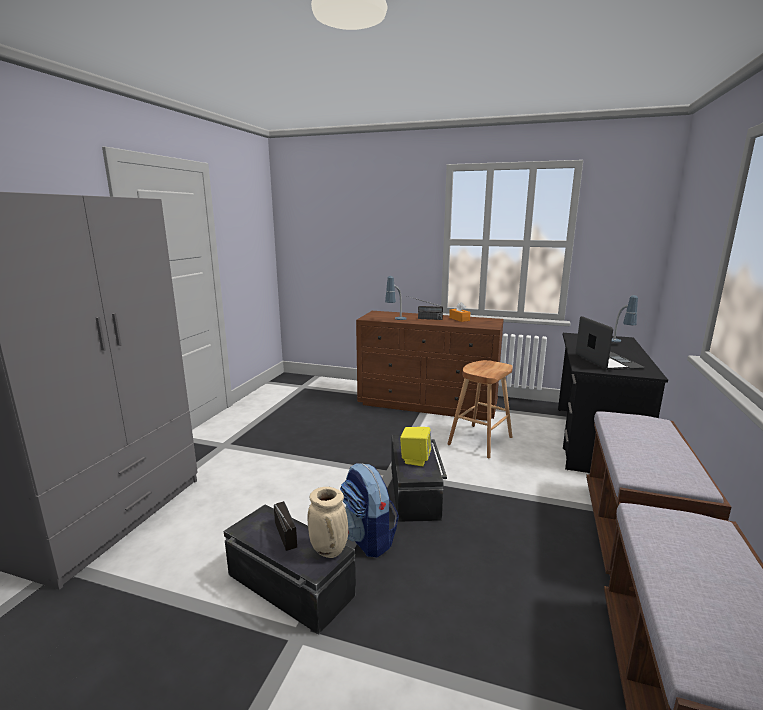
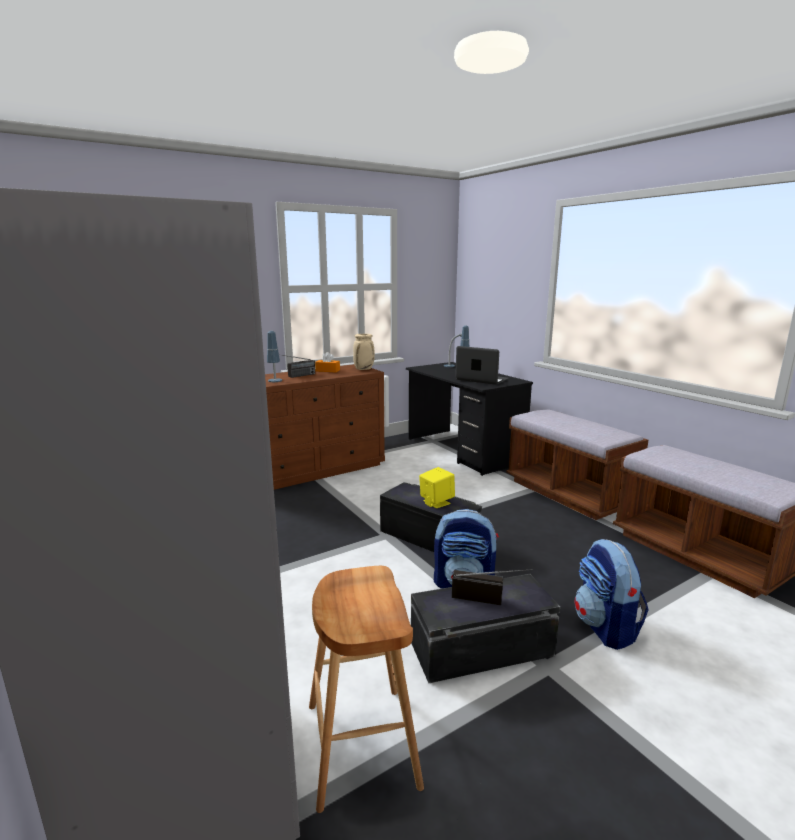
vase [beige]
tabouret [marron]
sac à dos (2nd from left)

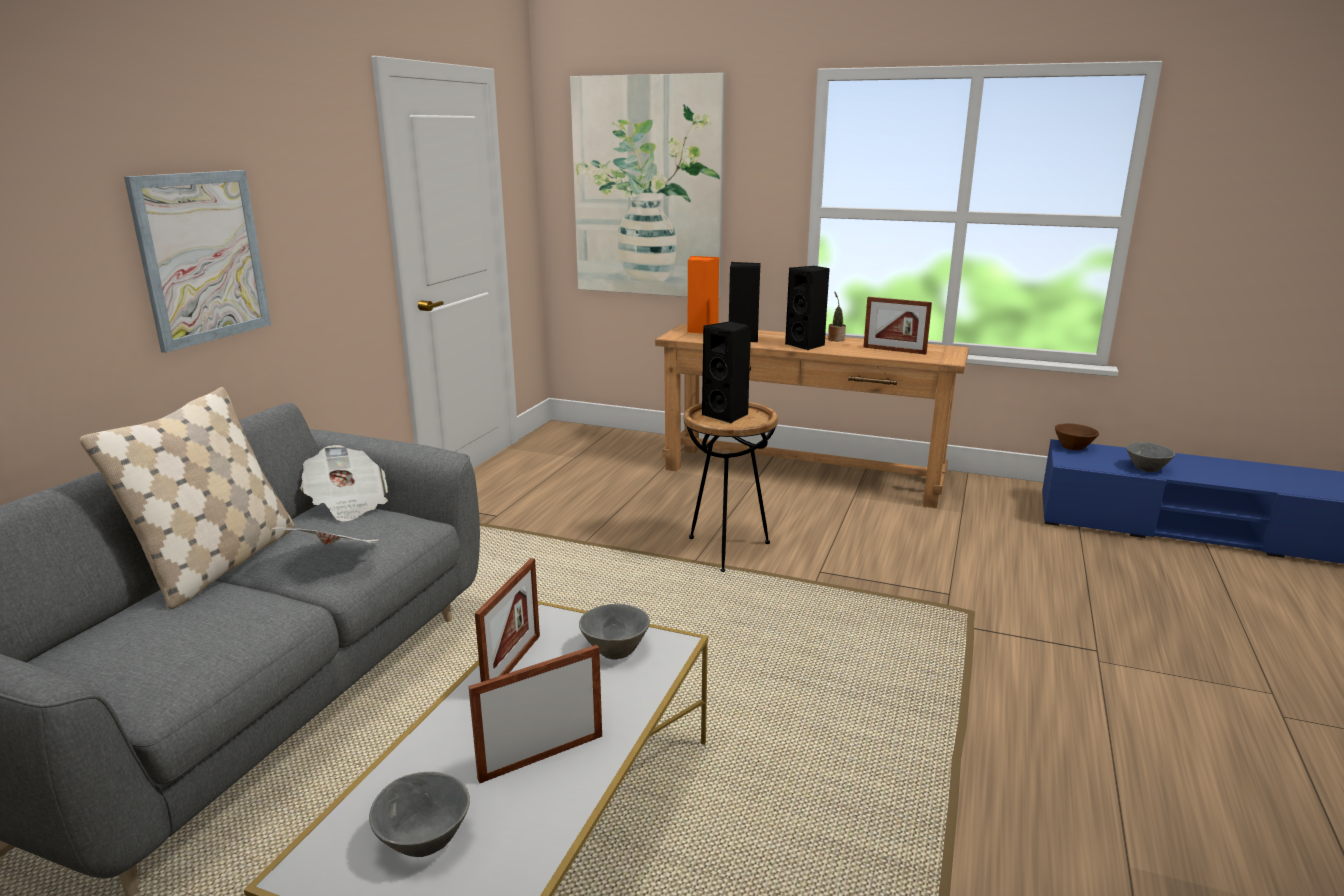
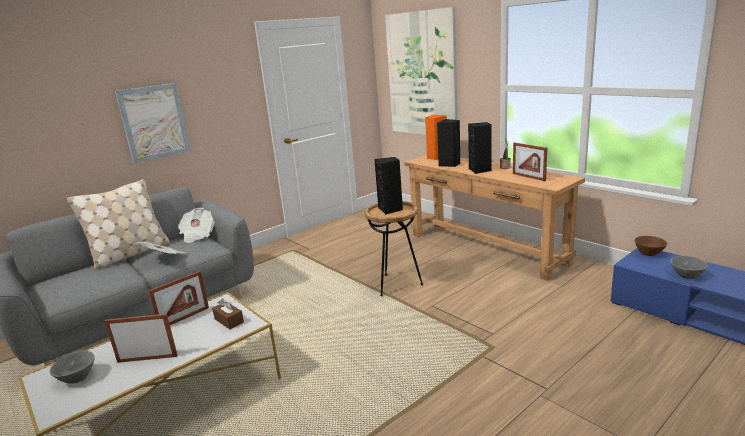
boîte à mouchoirs [marron]

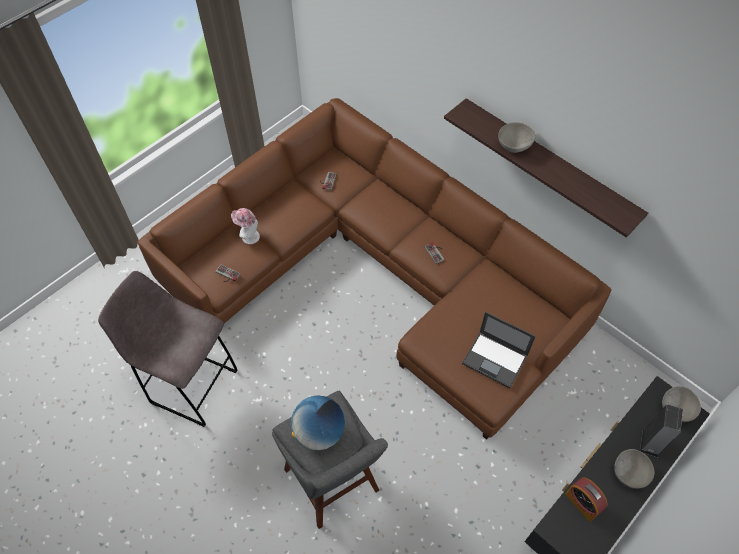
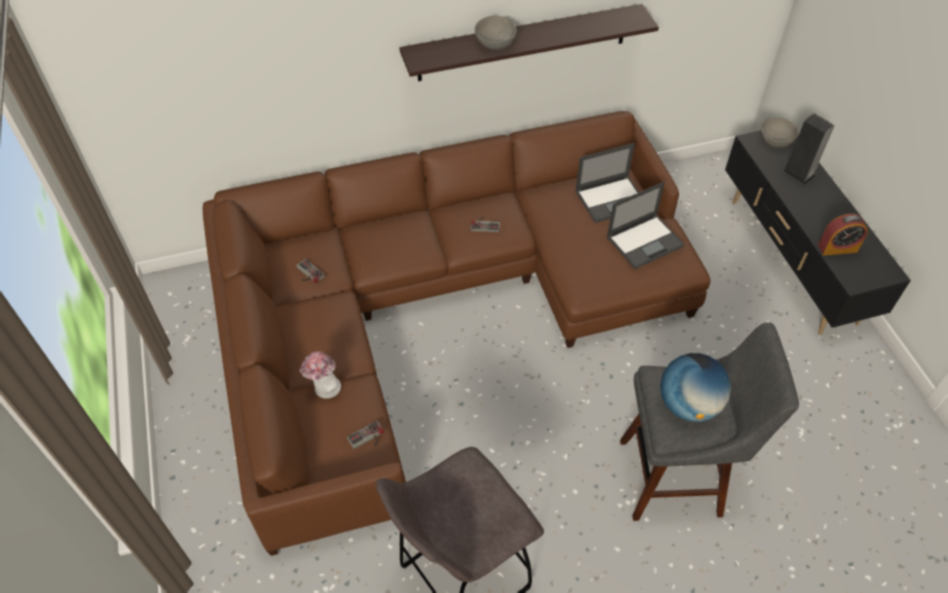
bol [gris] (2nd from left in the first image)
ordinateur portable (1st from left)

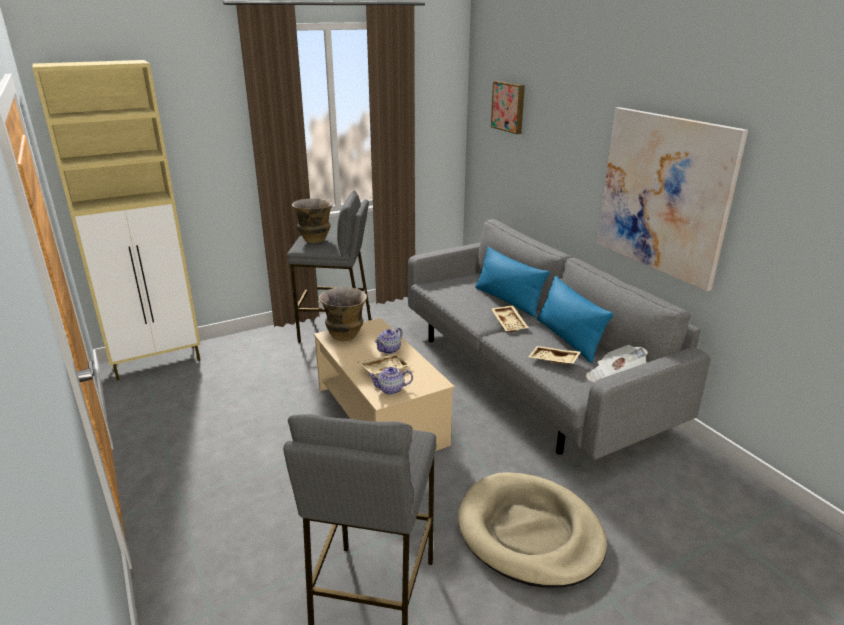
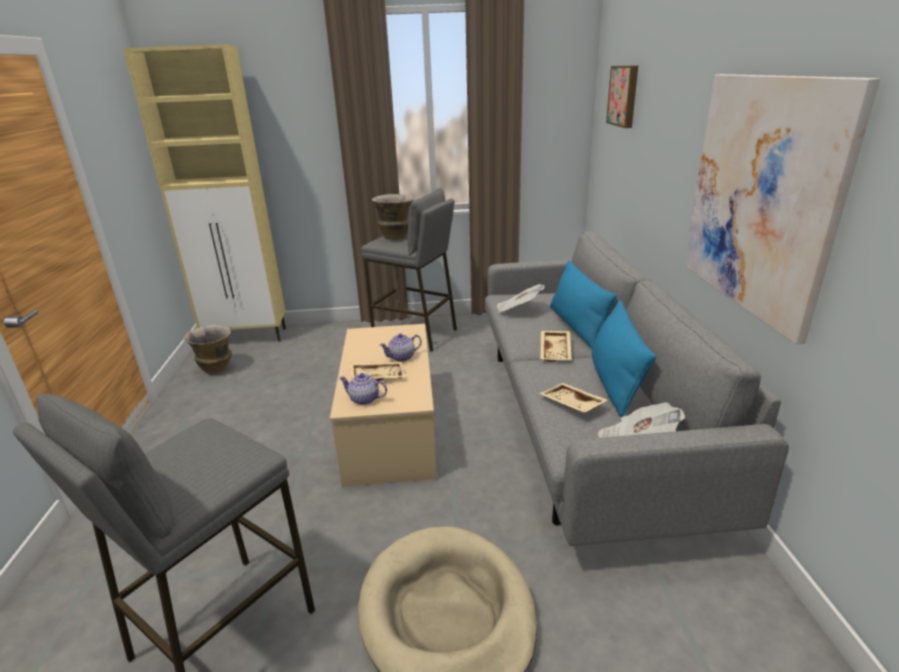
vase (1st from left)
journal (1st from left)

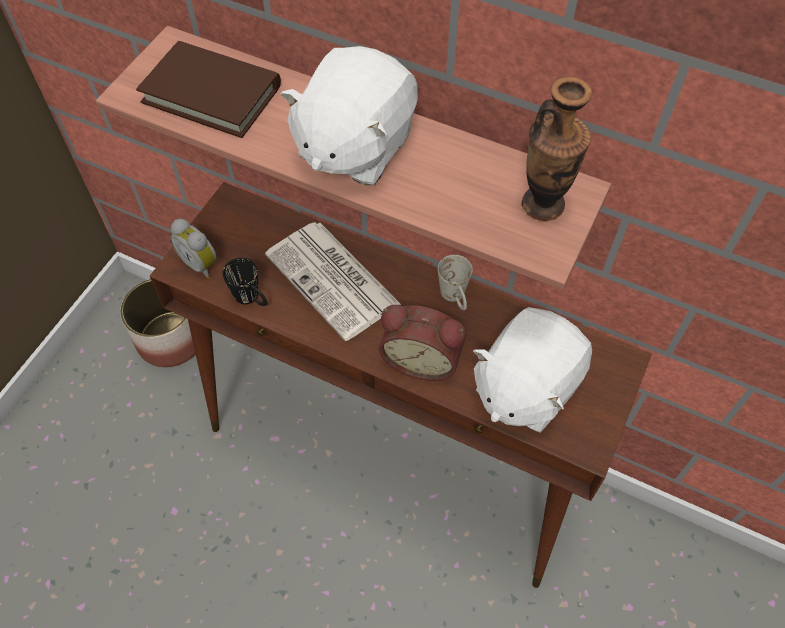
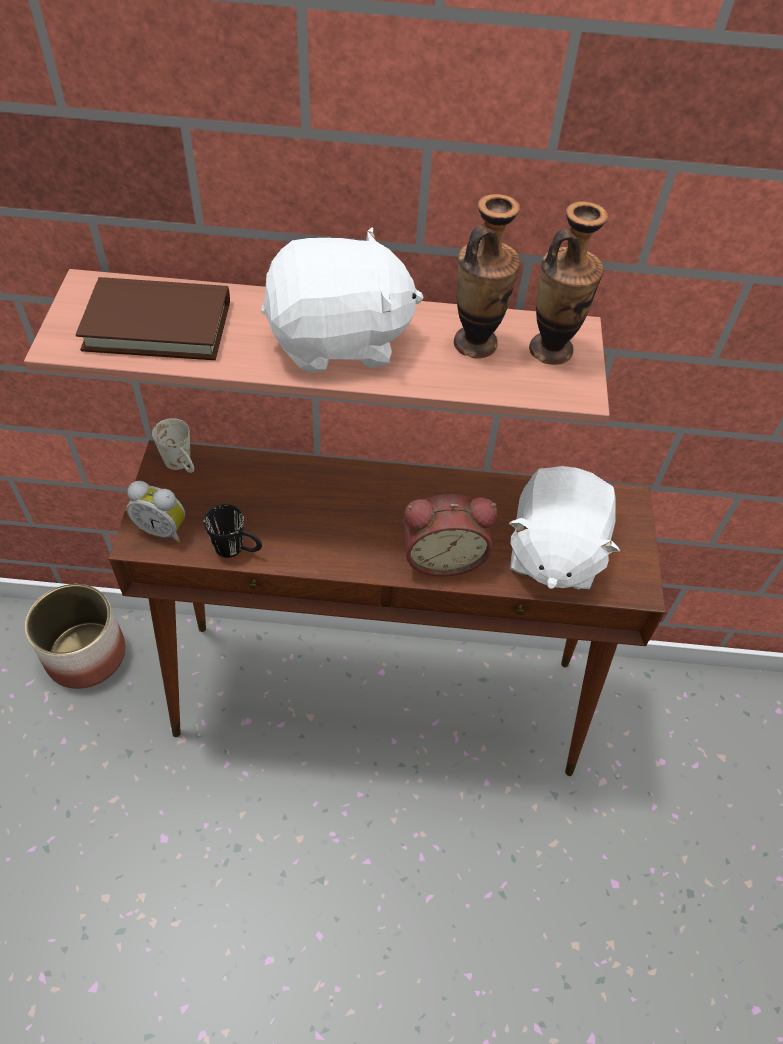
journal
peluche [blanc] (1st from left)
mug [blanc]
vase (1st from left)

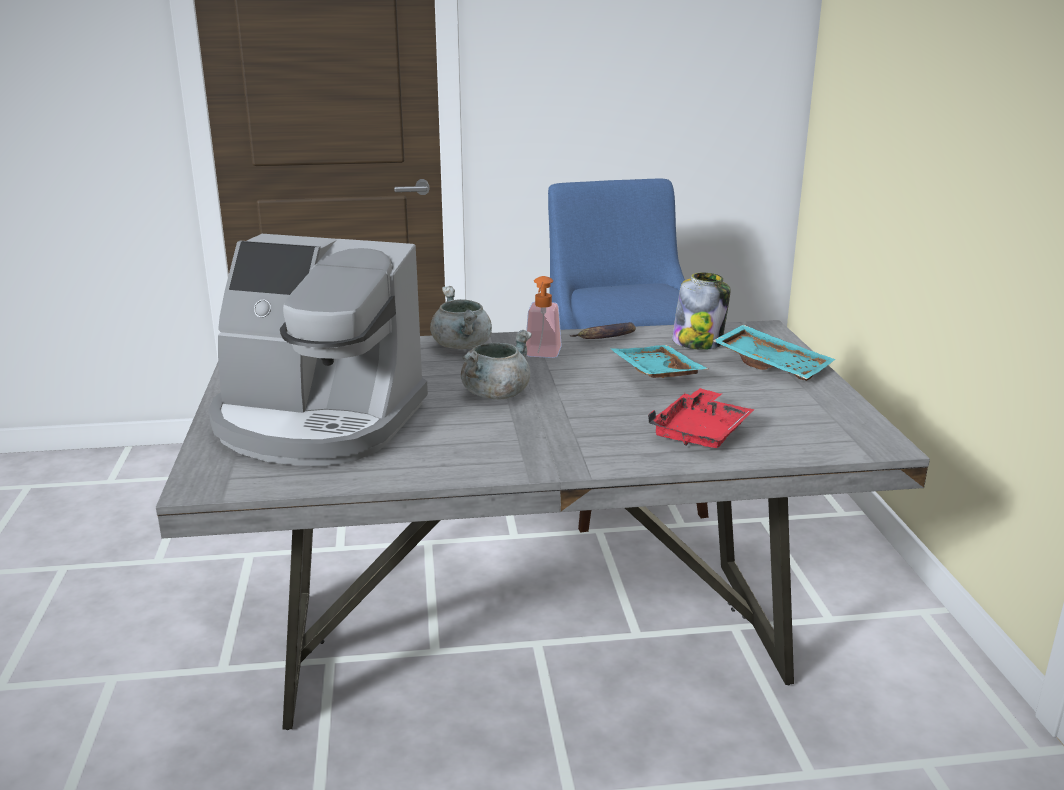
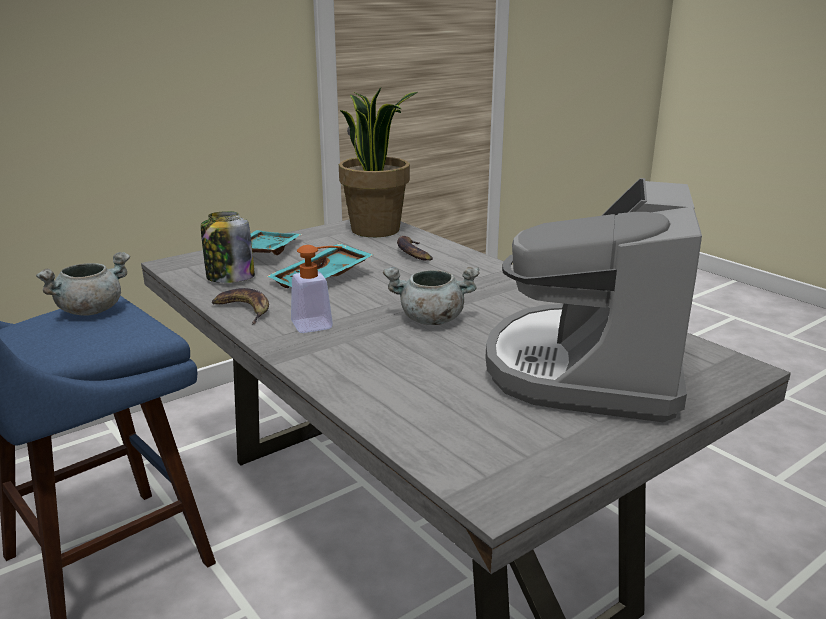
machine à café
marmite [gris] (1st from left)
banane (2nd from left)
plante en pot

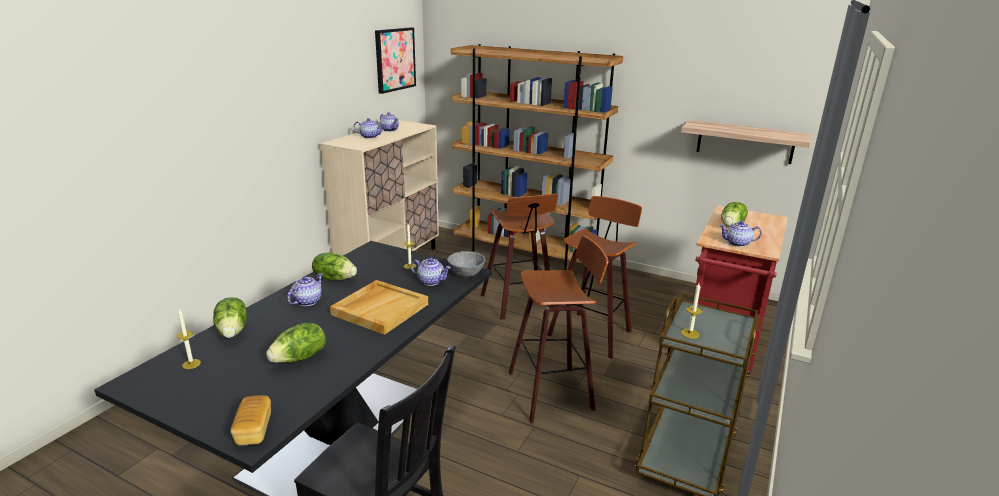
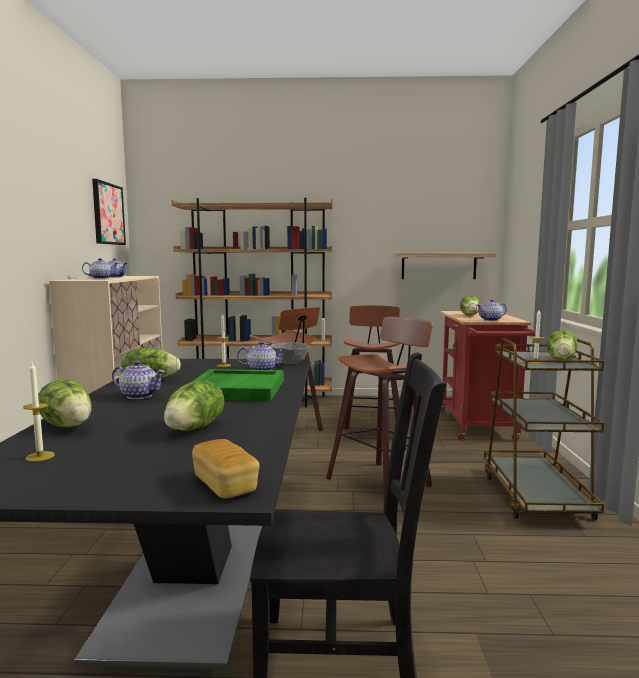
théière (3rd from left)
plateau [vert]
laitue (5th from left)

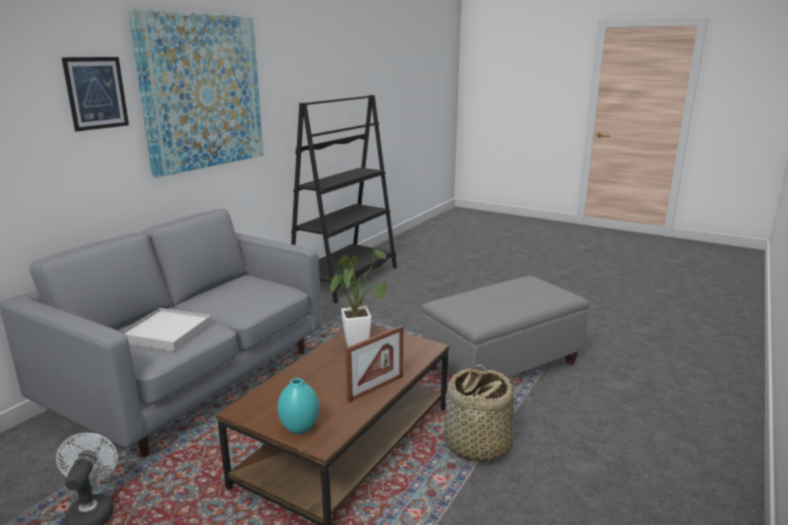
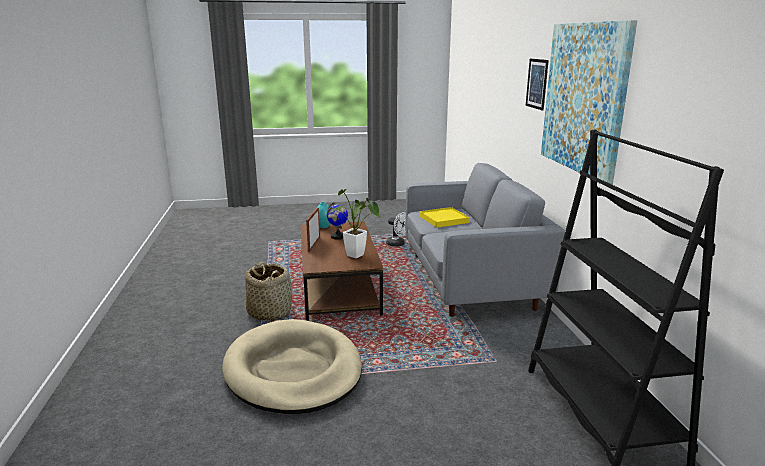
plateau [jaune]
panier pour chien [beige]
globe

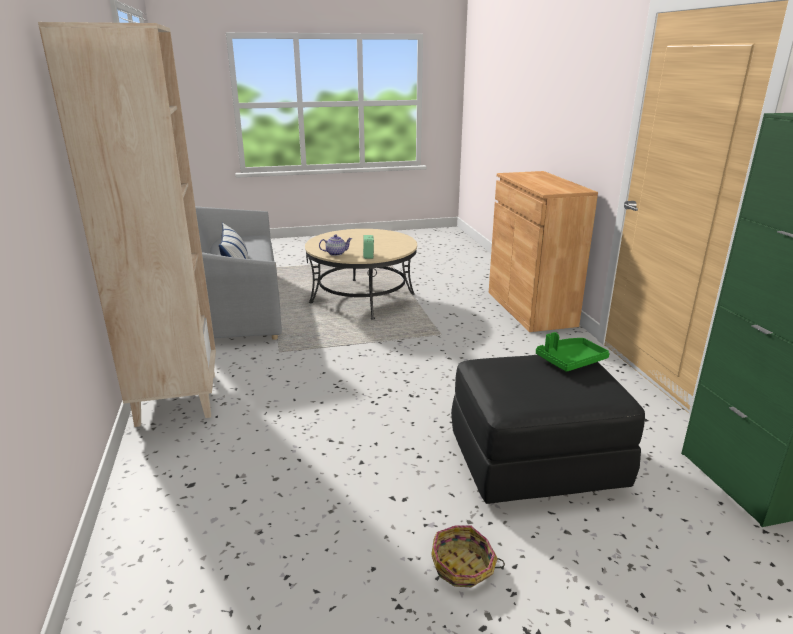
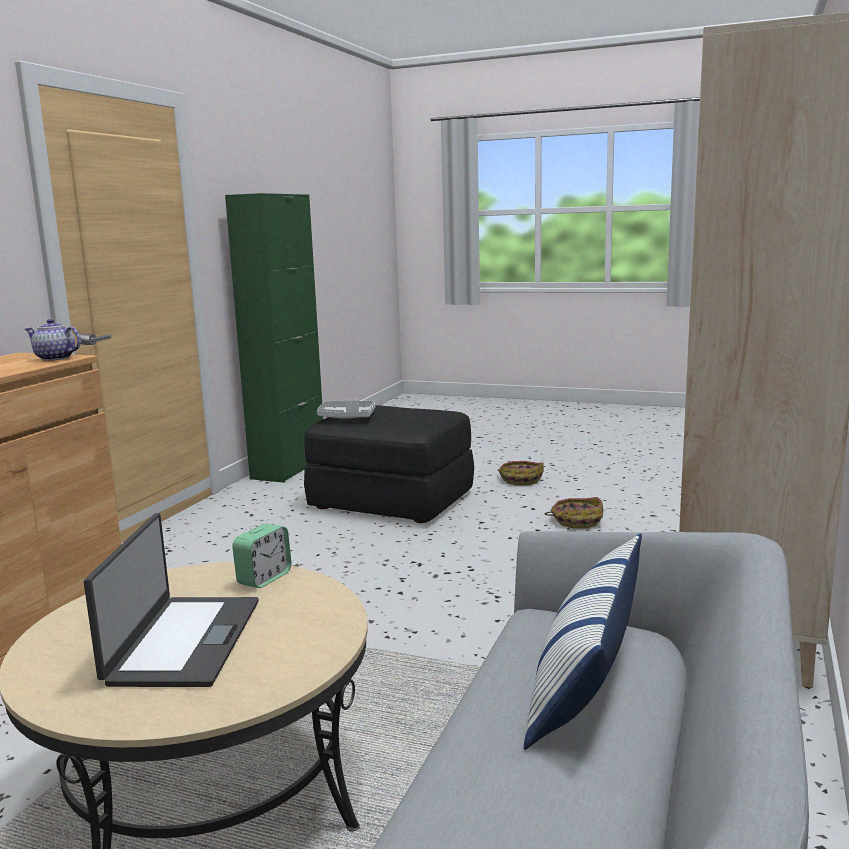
théière
plateau [gris]
ordinateur portable
panier (2nd from left)

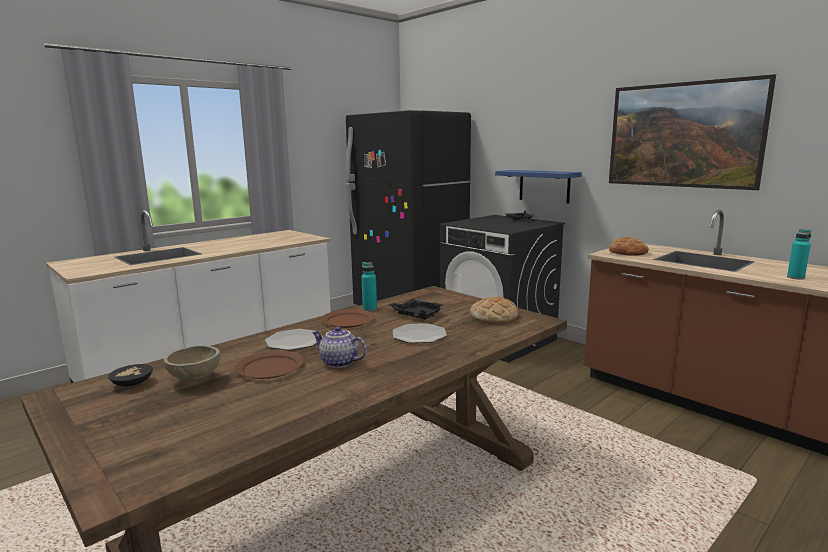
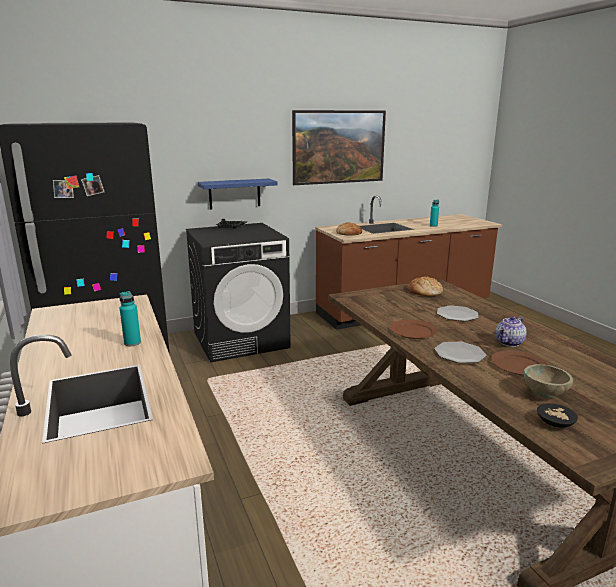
bouteille [turquoise] (1st from left)
plateau [noir] (1st from left in the first image)

